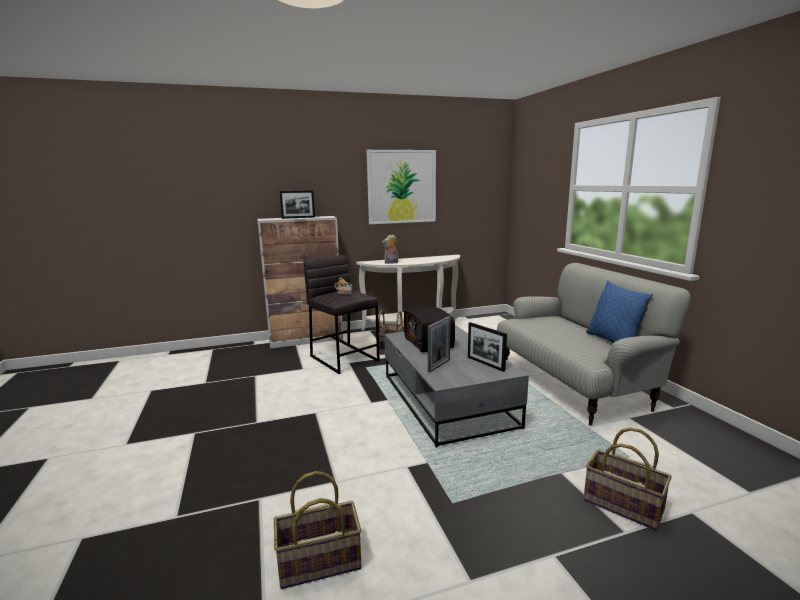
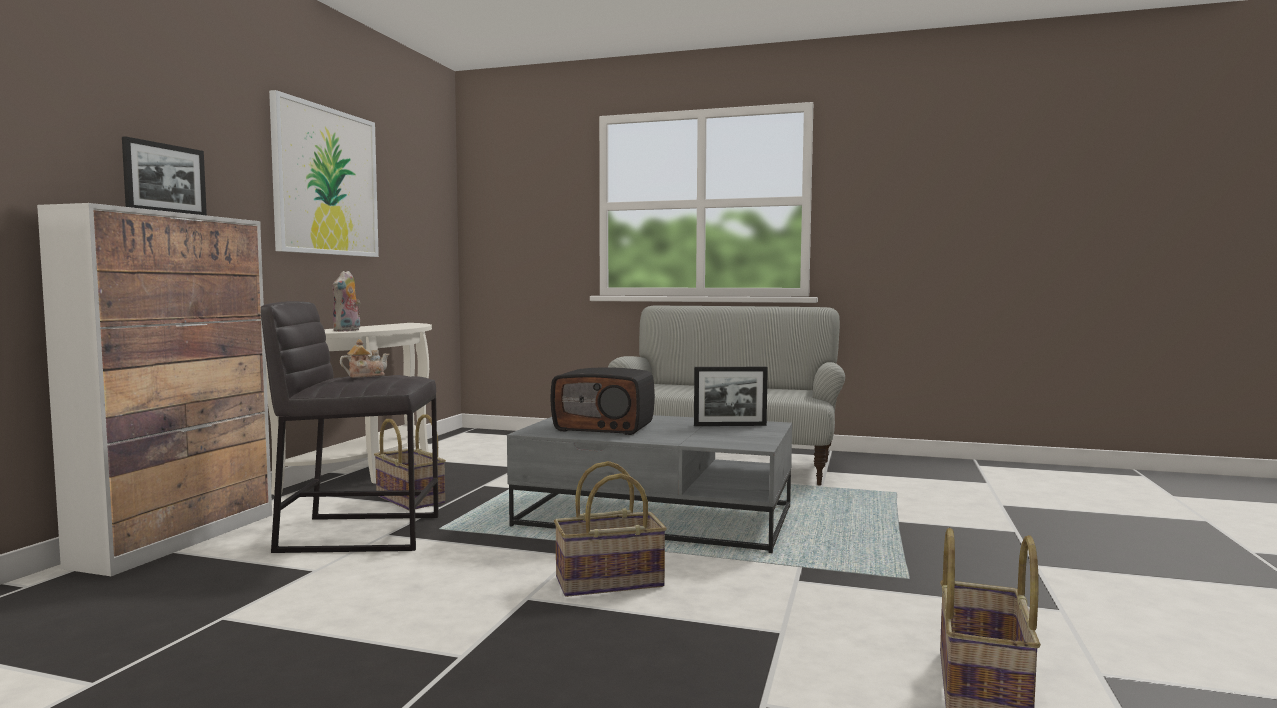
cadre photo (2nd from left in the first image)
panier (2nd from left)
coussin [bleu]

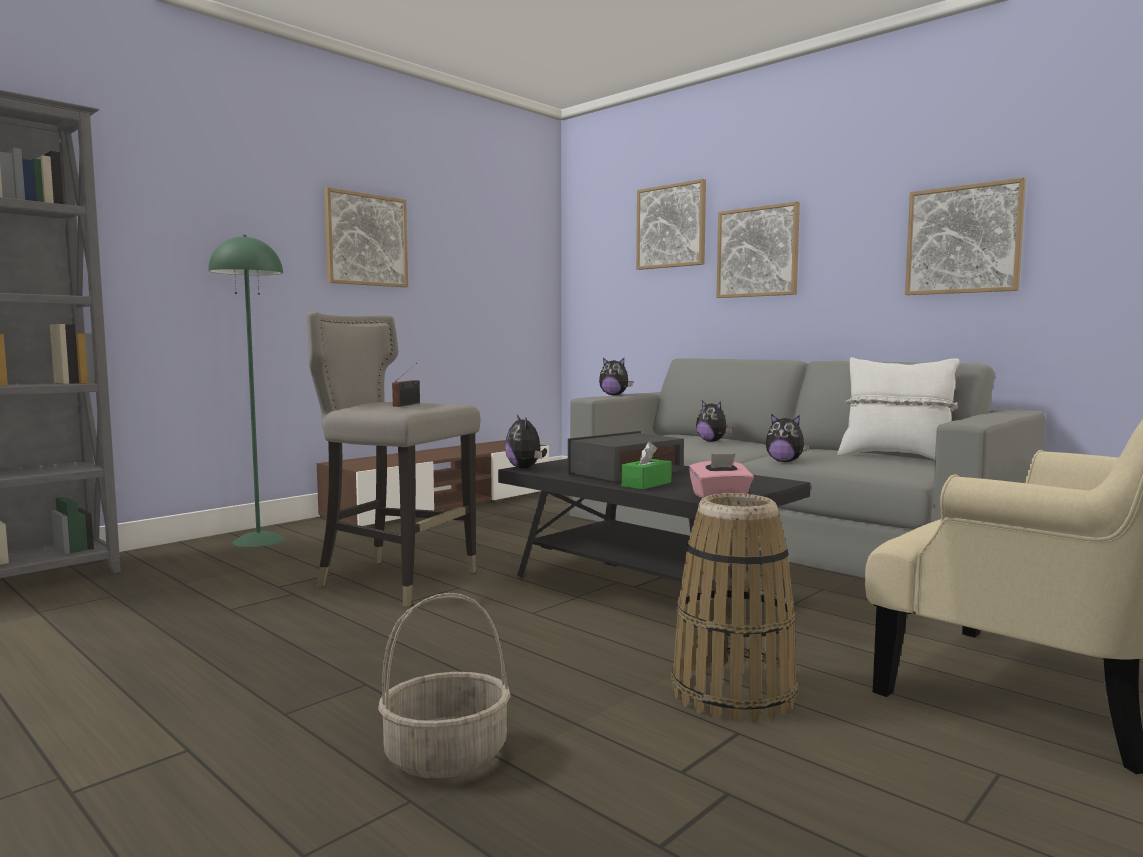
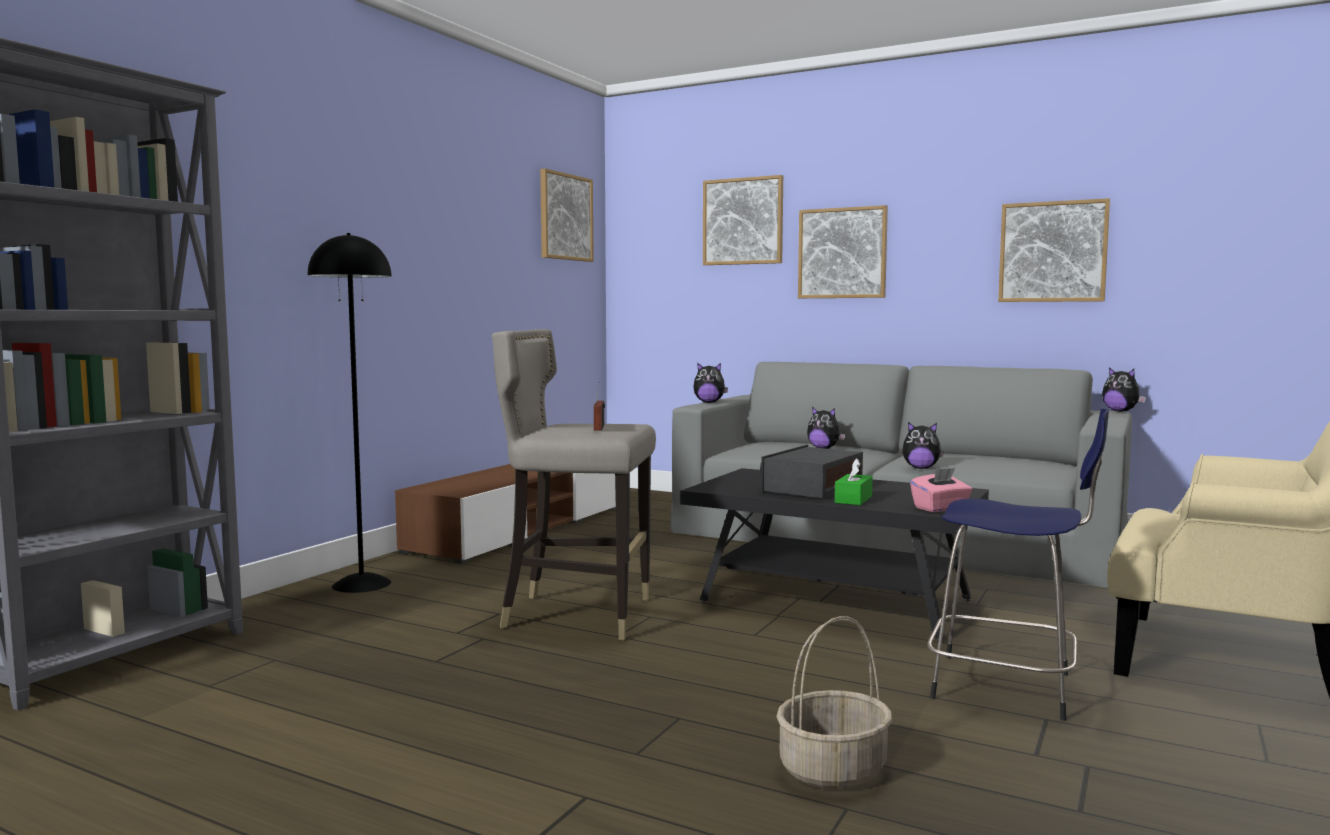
lampadaire [noir]
tableau (1st from left)
peluche (4th from left)
tabouret [bleu]
coussin [blanc]

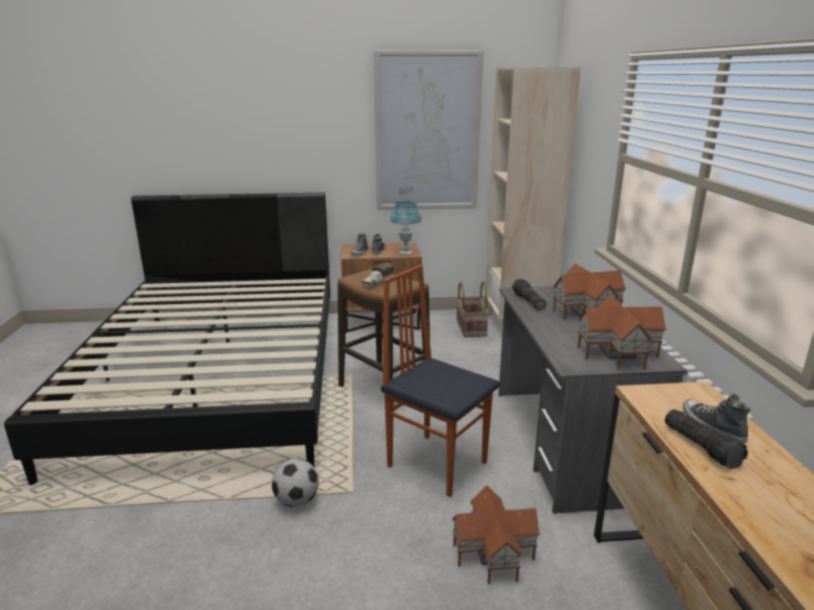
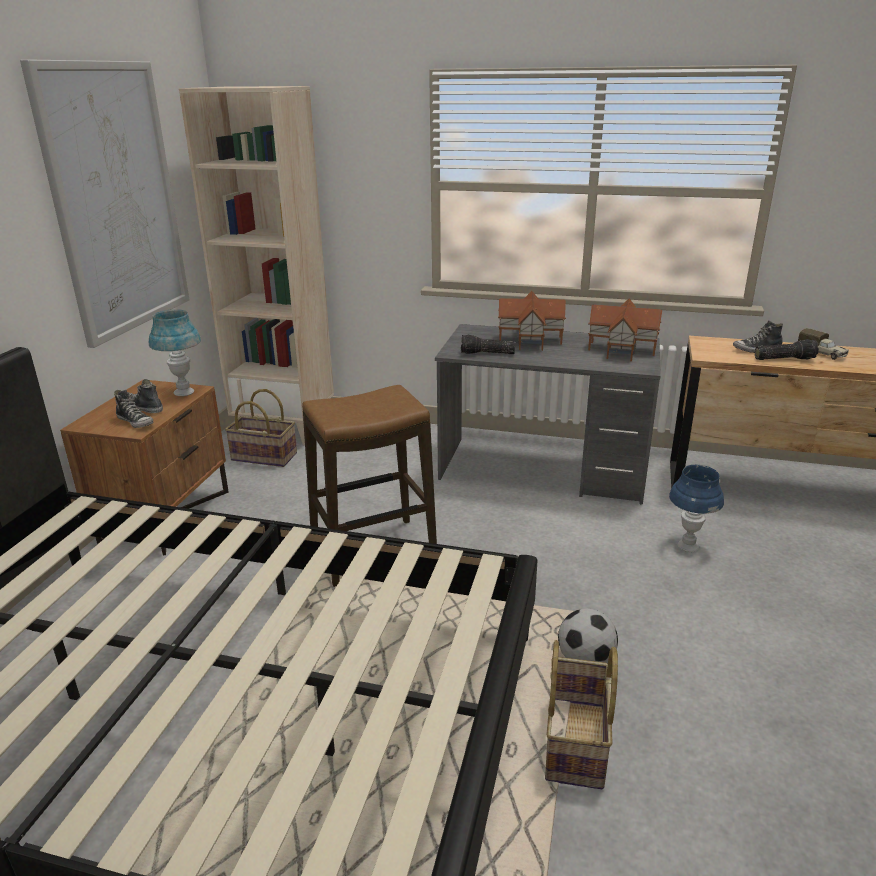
camion jouet
chaise
lampe de table [bleu] (2nd from left)
panier (2nd from left)

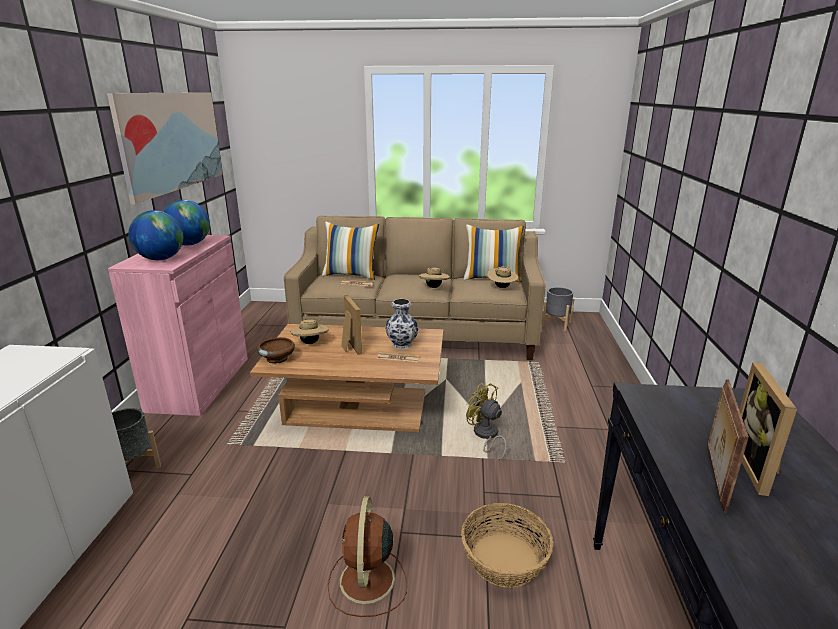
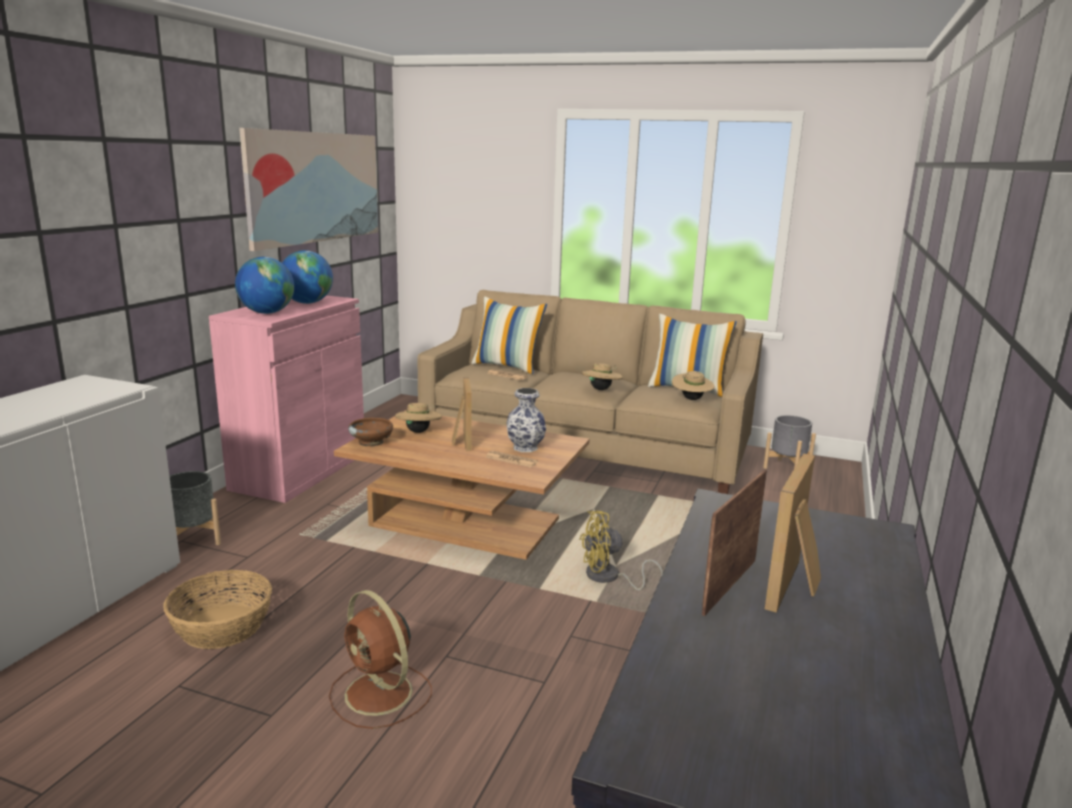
ventilateur [marron]
panier
ventilateur [jaune]

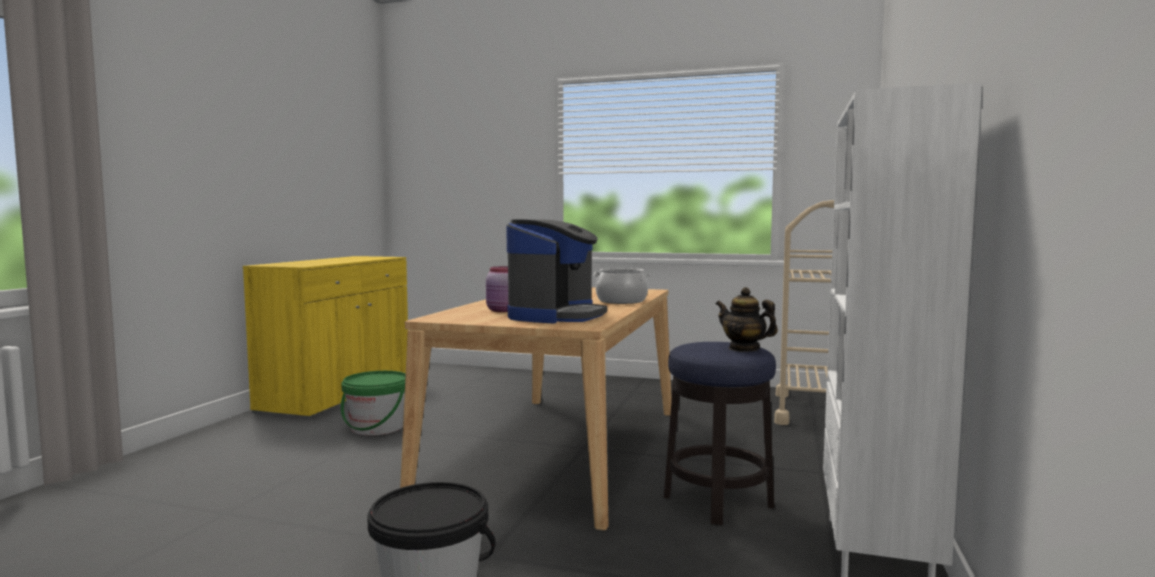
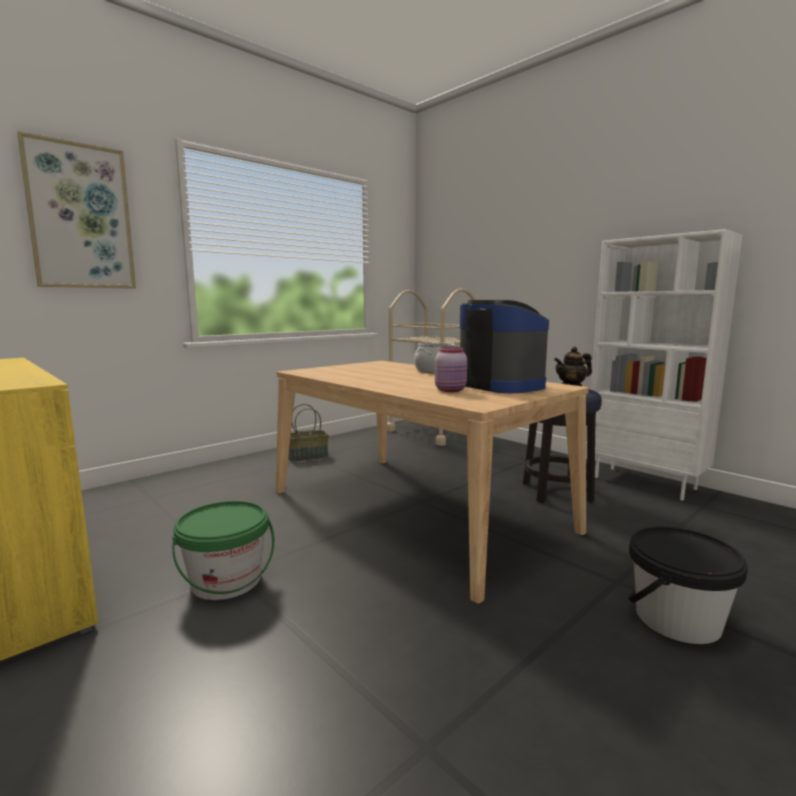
tableau
panier

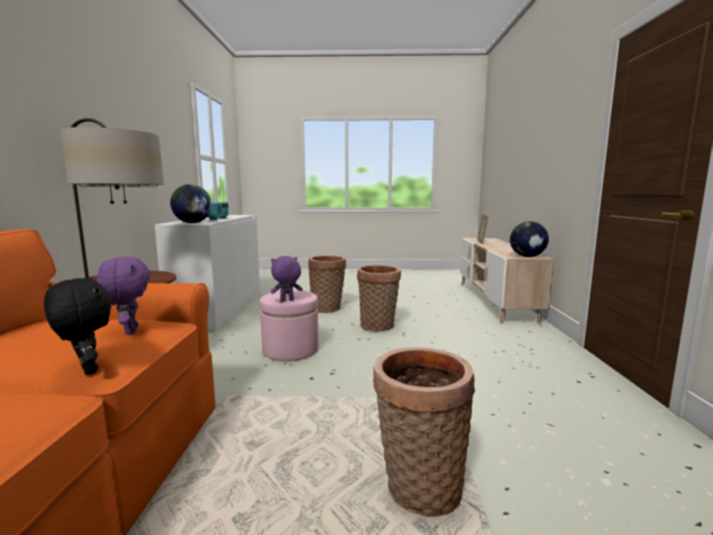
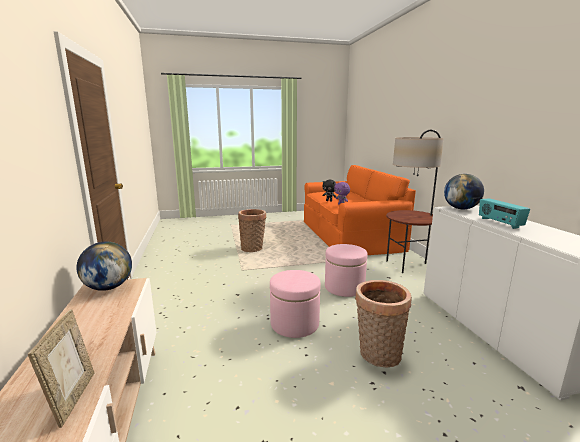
peluche [violet] (2nd from left in the first image)
pouf [rose] (1st from left)

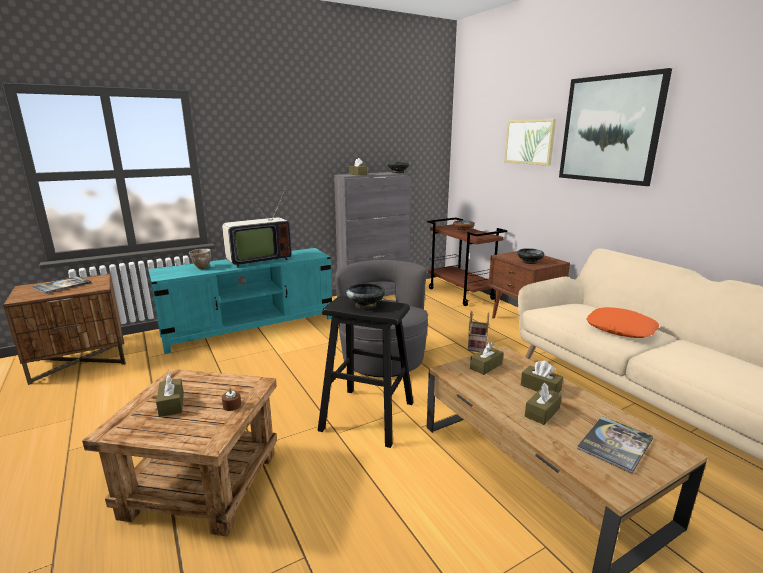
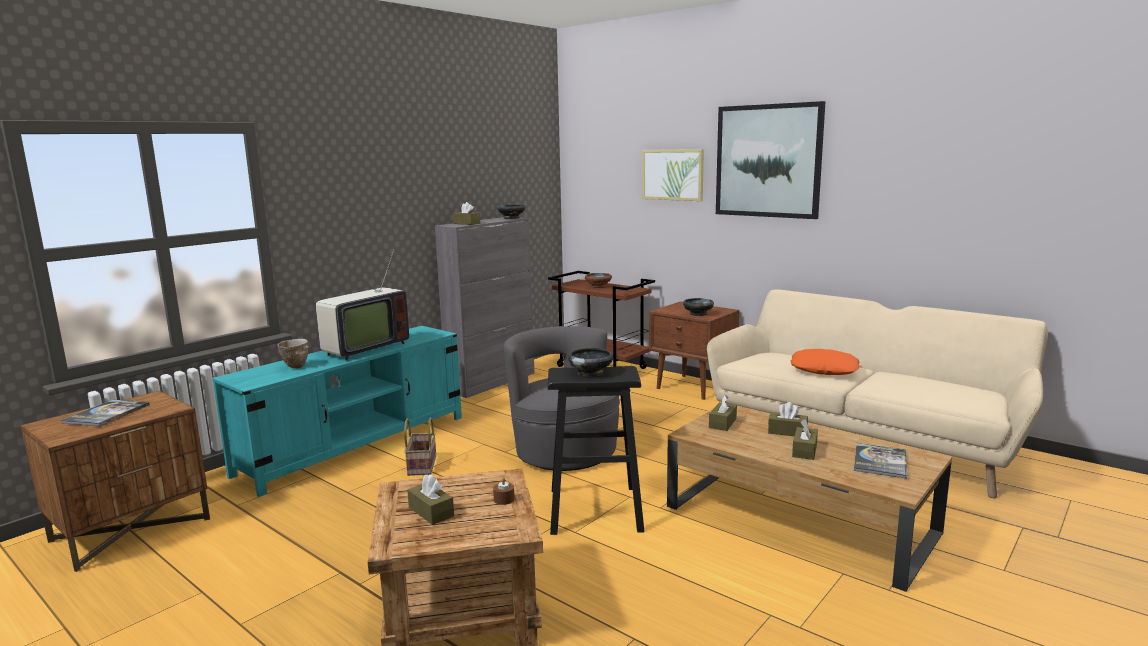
panier

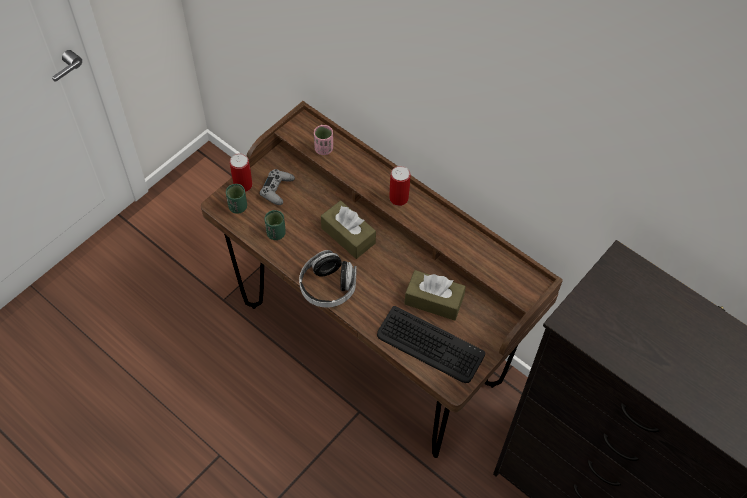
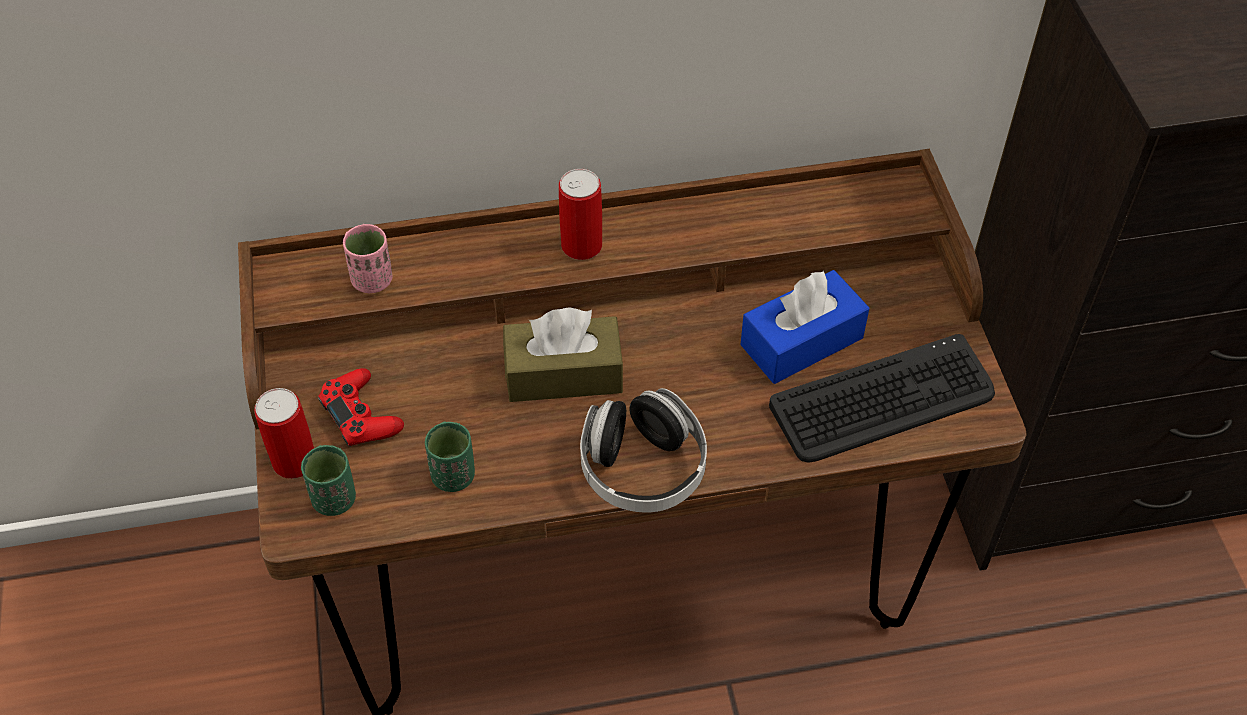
manette [rouge]
boîte à mouchoirs [bleu]

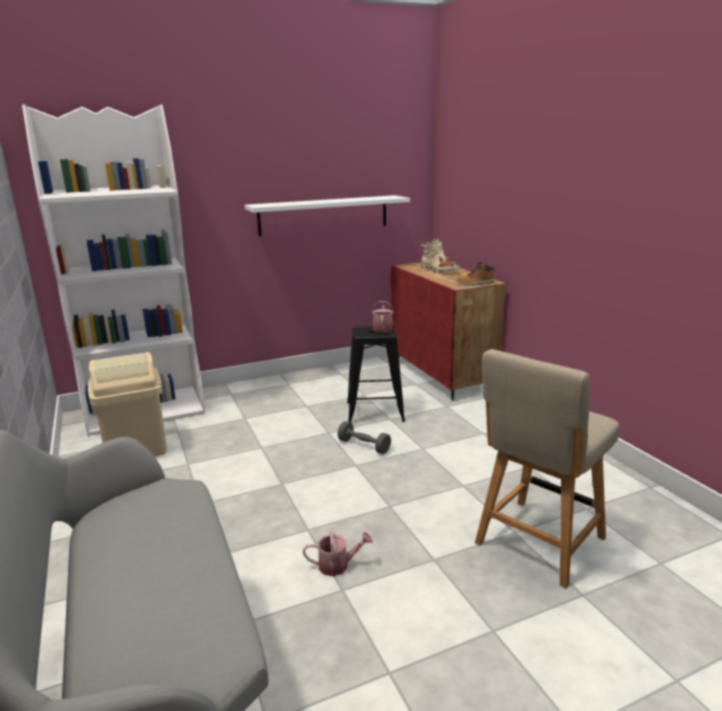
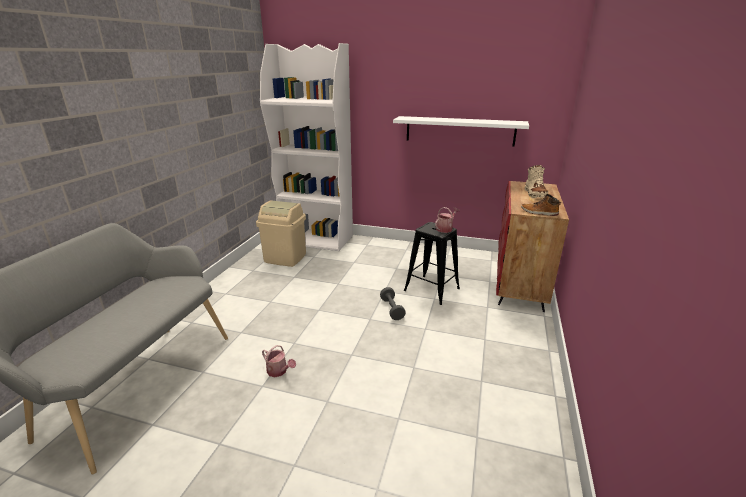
chaise [beige]

